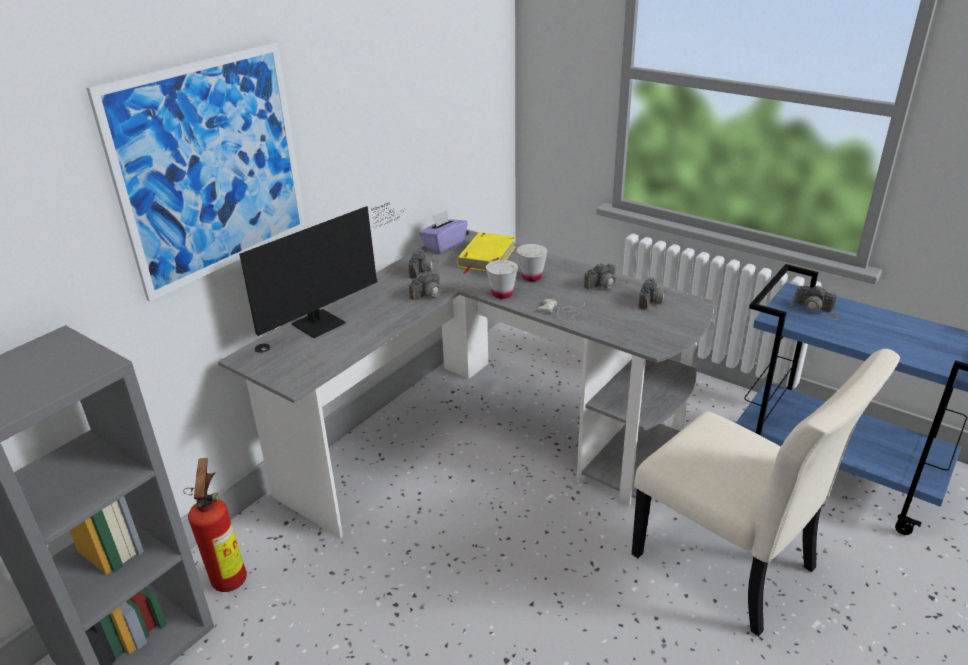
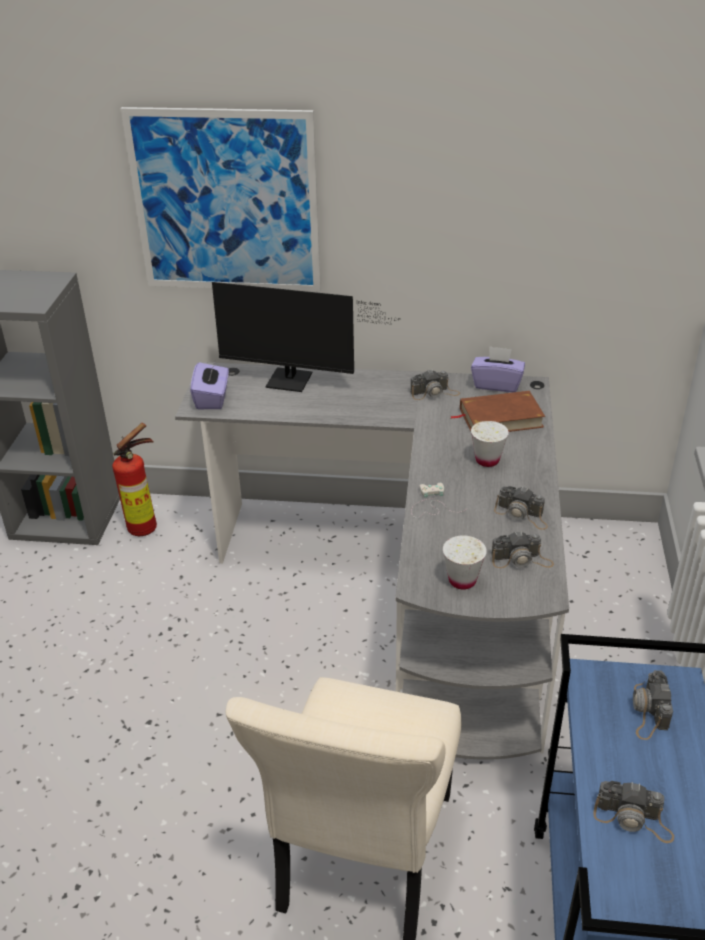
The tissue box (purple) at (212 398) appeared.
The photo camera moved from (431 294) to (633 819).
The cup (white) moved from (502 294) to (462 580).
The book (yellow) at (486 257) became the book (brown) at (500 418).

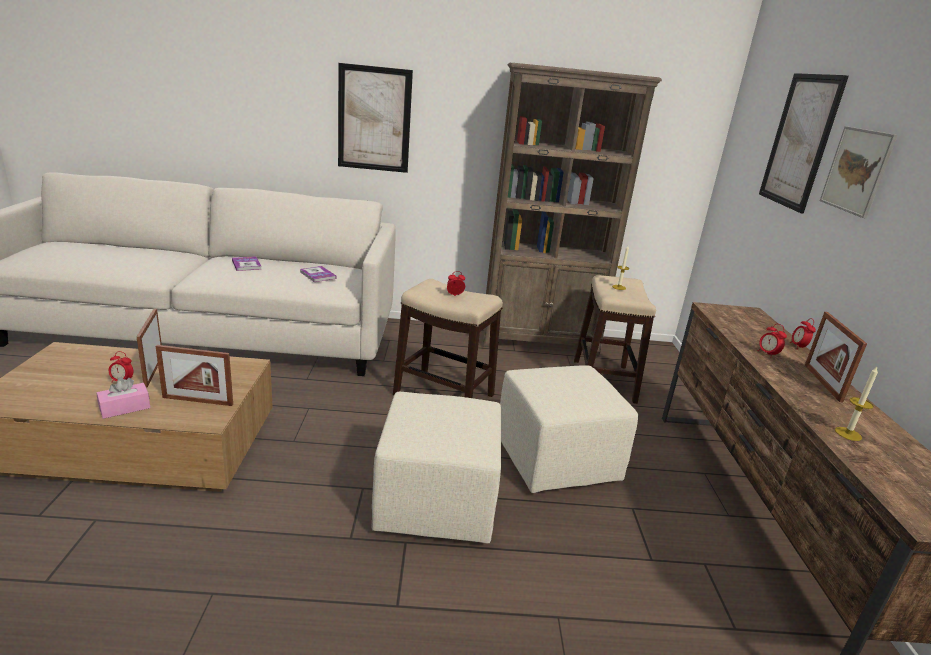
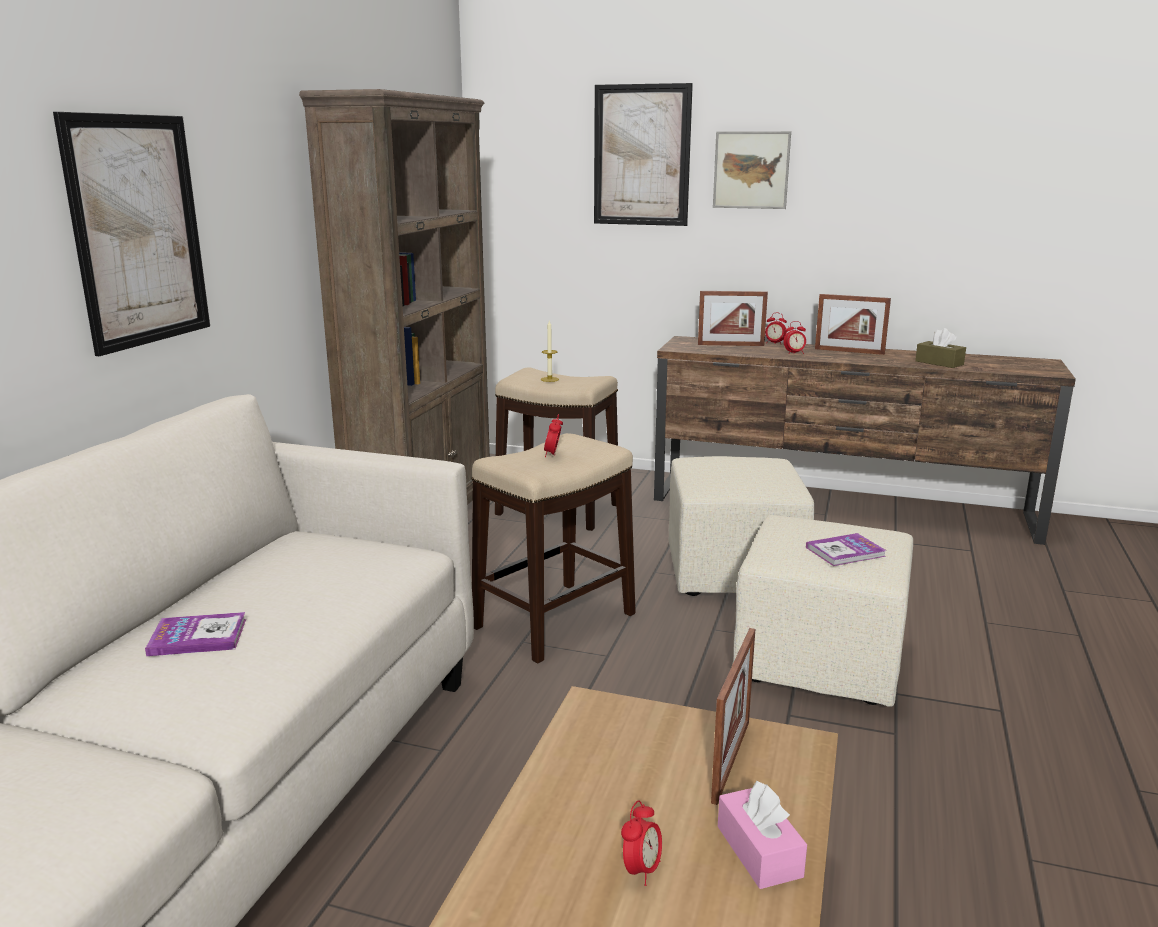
The picture frame moved from (154 370) to (730 345).
The book moved from (318 275) to (845 552).
The candle at (848 434) was replaced by the tissue box (brown) at (939 363).

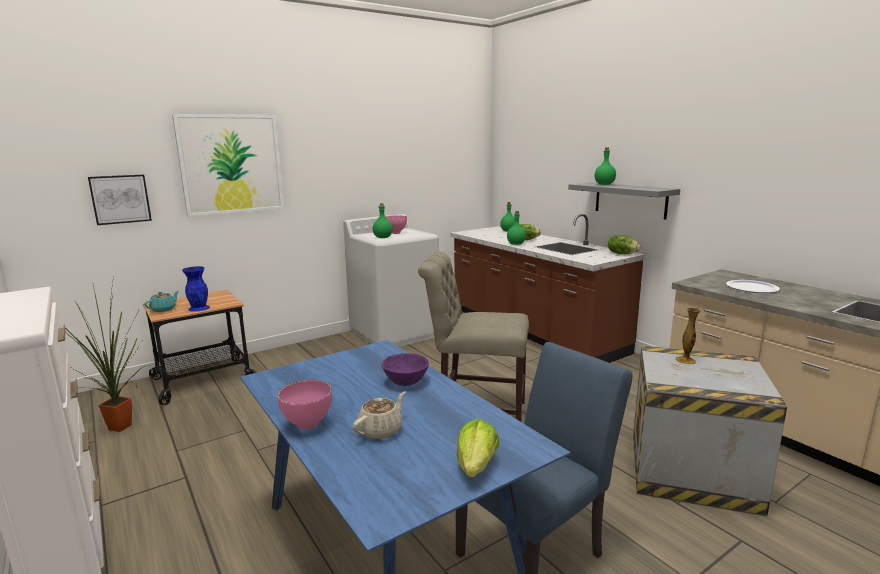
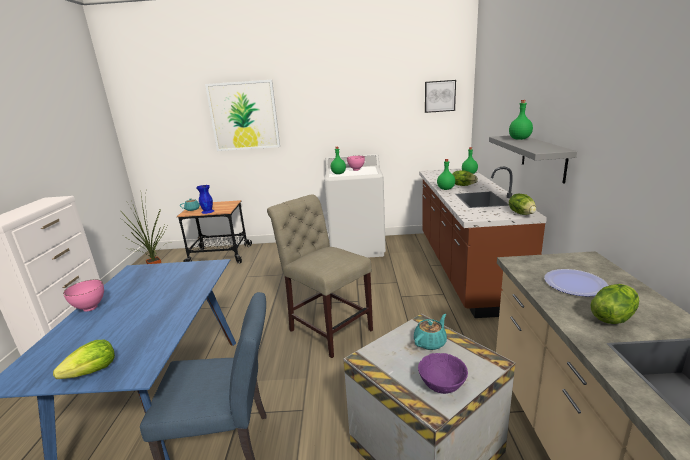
The teapot (beige) at (381 430) disappeared.
The lettuce at (612 317) appeared.
The picture moved from (120 199) to (439 96).
The bowl (purple) moved from (406 382) to (442 385).
The vase at (685 360) was replaced by the teapot (turquoise) at (430 342).

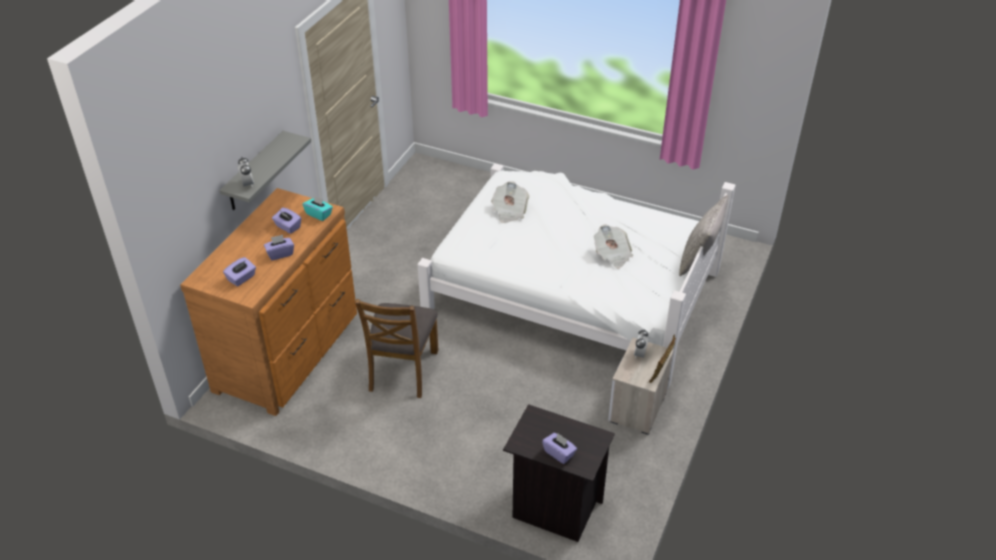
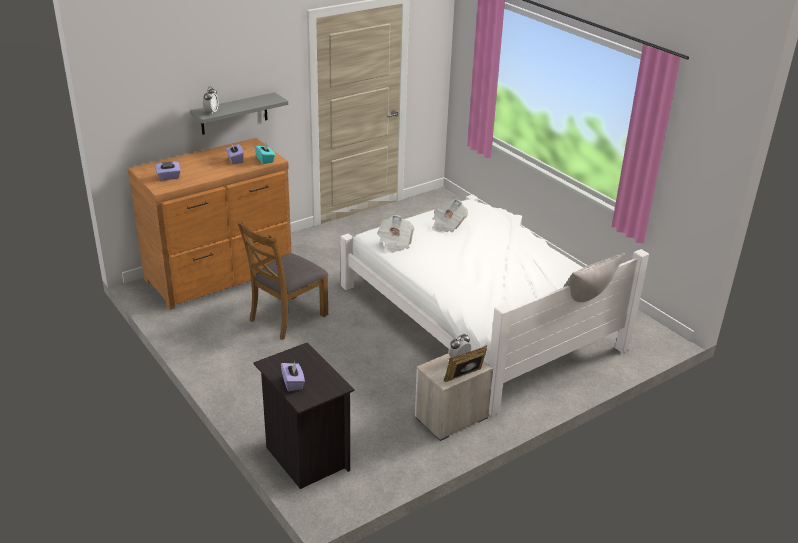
The tissue box (purple) at (280 254) disappeared.
The newspaper moved from (612 255) to (395 243).

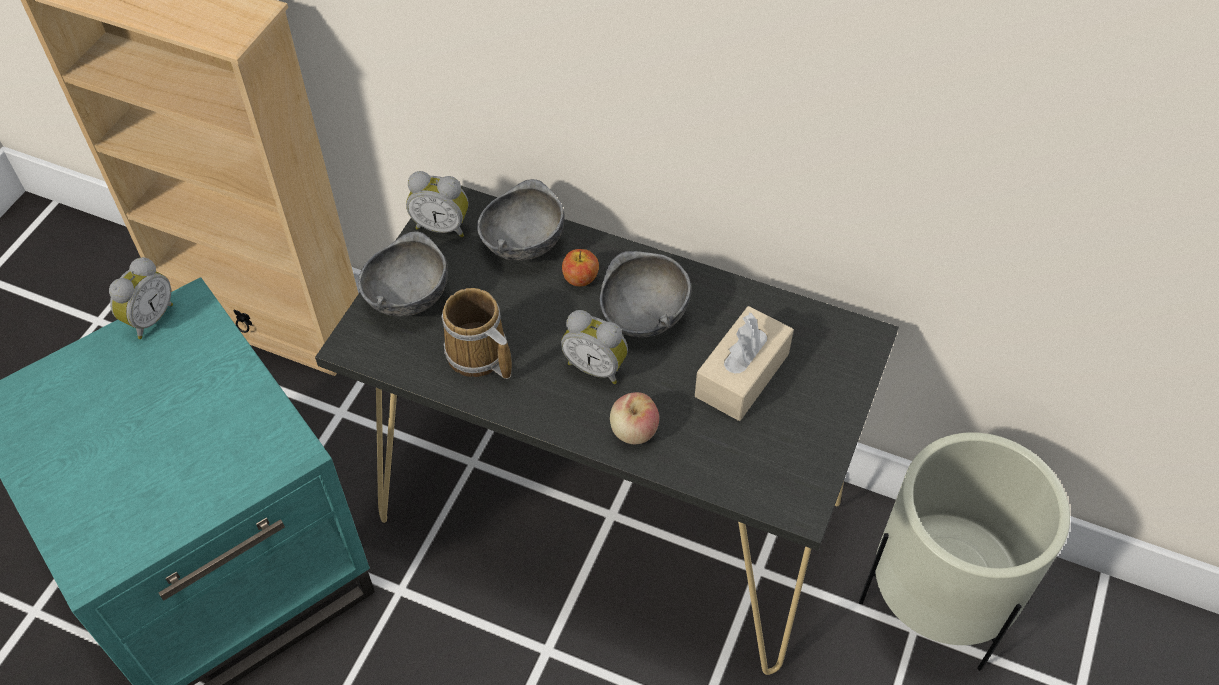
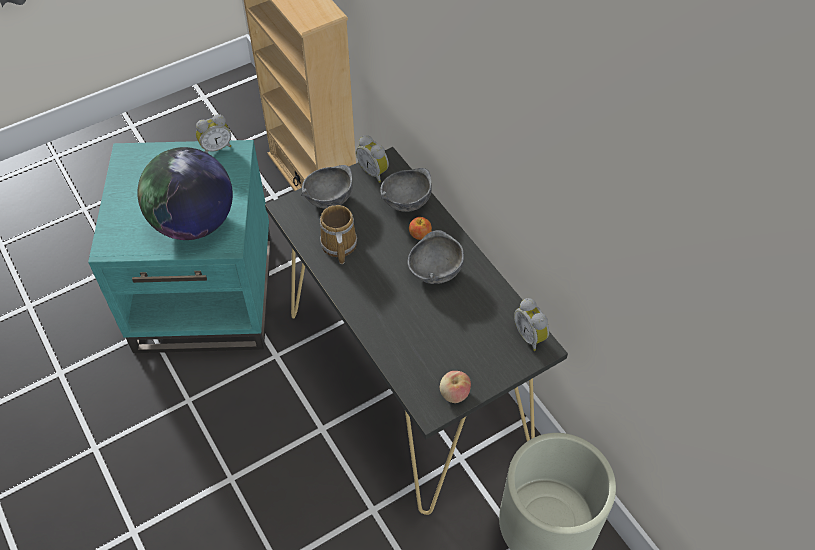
The tissue box (beige) at (742 375) disappeared.
The globe at (194 223) appeared.
The alarm clock moved from (596 366) to (531 336).
The apple moved from (634 431) to (454 393).

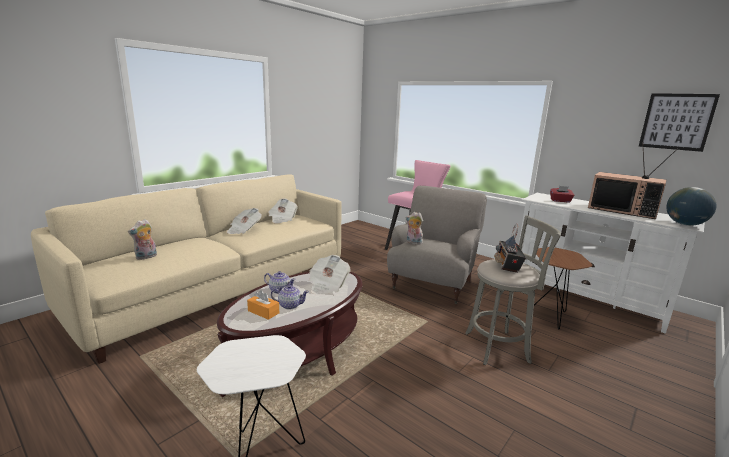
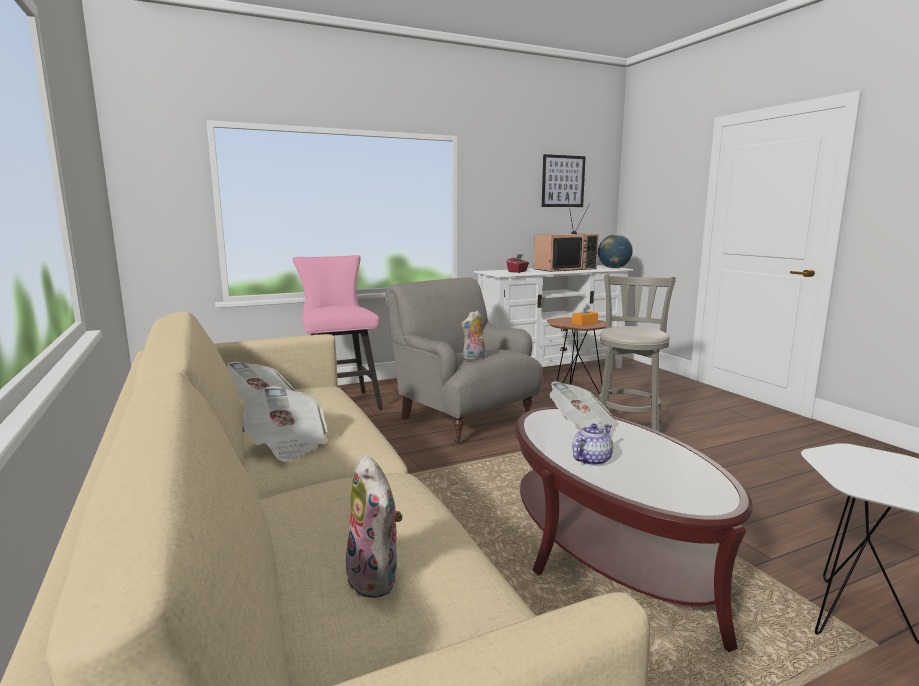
The teapot at (289 305) disappeared.
The radio at (507 266) disappeared.
The tissue box (orange) moved from (263 312) to (584 323).

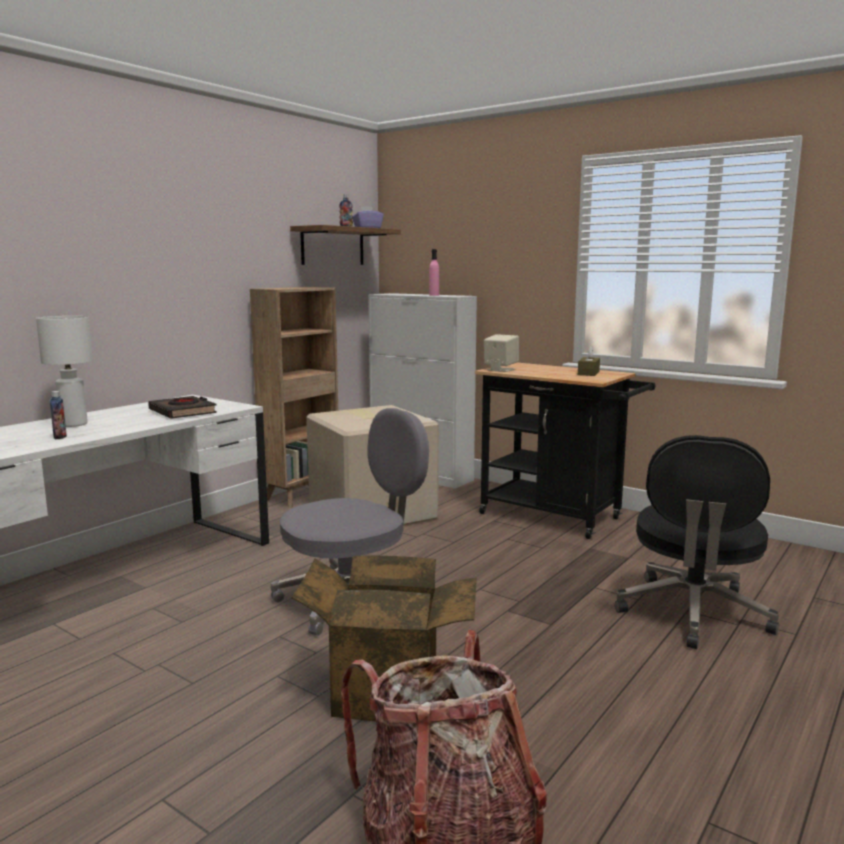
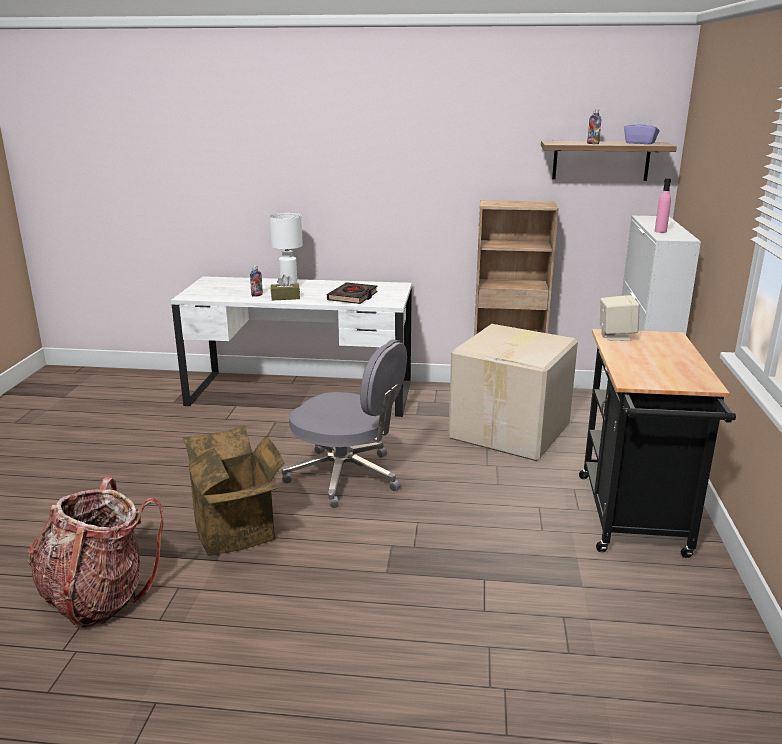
The office chair (black) at (693 613) disappeared.
The tissue box (brown) moved from (588 373) to (285 297).

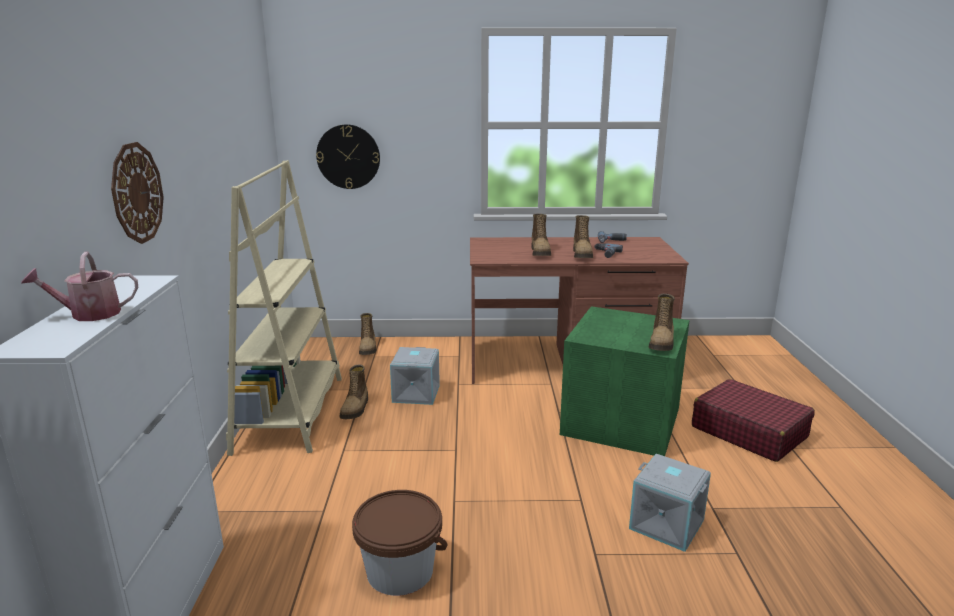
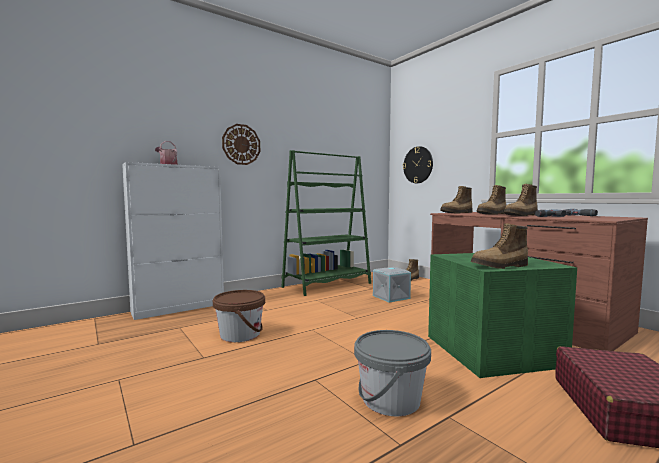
The boot moved from (355 409) to (457 213).
The storage box (grey) at (667 523) was replaced by the bucket (grey) at (390 399).
The bookcase (beige) at (291 413) became the bookcase (green) at (327 285).

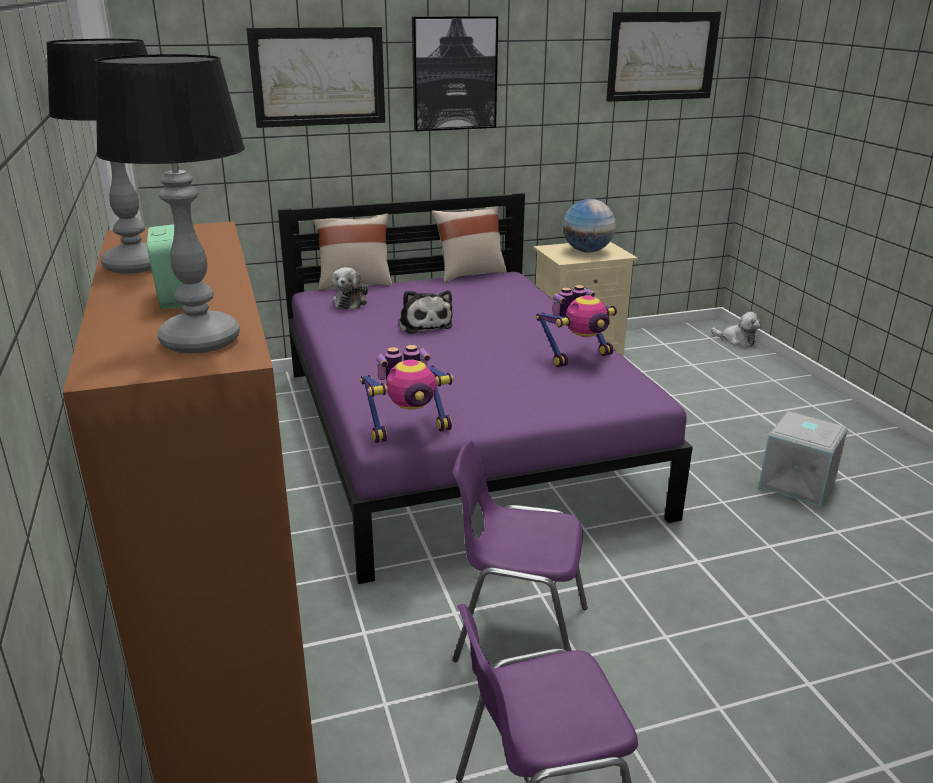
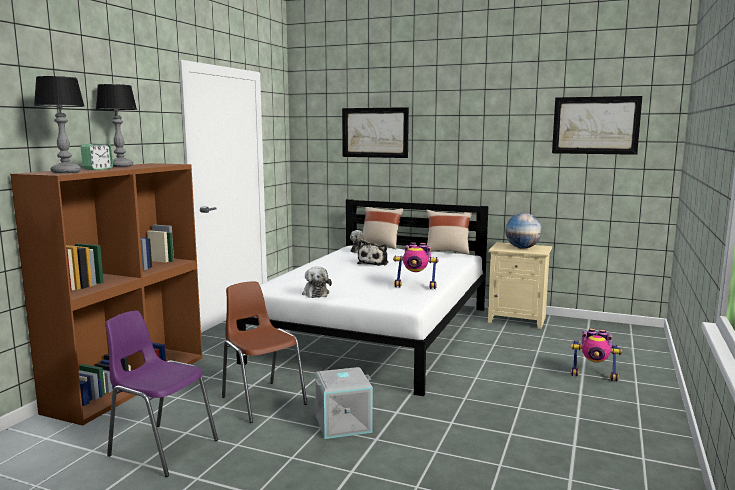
The picture at (454 73) disappeared.
The toy robot moved from (409 430) to (594 375).
The plush toy moved from (736 340) to (315 293).
The storage box (grey) moved from (796 482) to (343 423).
The bed (purple) at (458 436) became the bed (white) at (377 333).
The chair (purple) at (518 633) became the chair (brown) at (262 400).

